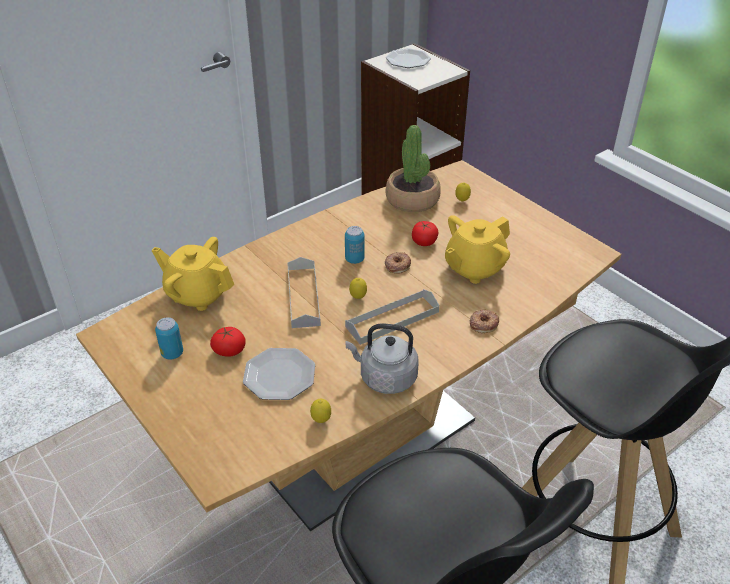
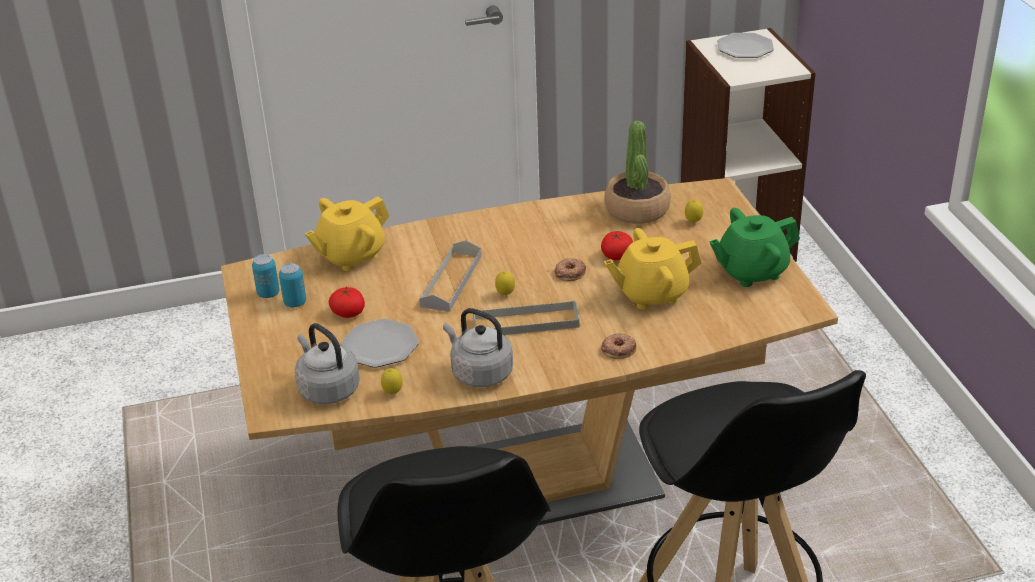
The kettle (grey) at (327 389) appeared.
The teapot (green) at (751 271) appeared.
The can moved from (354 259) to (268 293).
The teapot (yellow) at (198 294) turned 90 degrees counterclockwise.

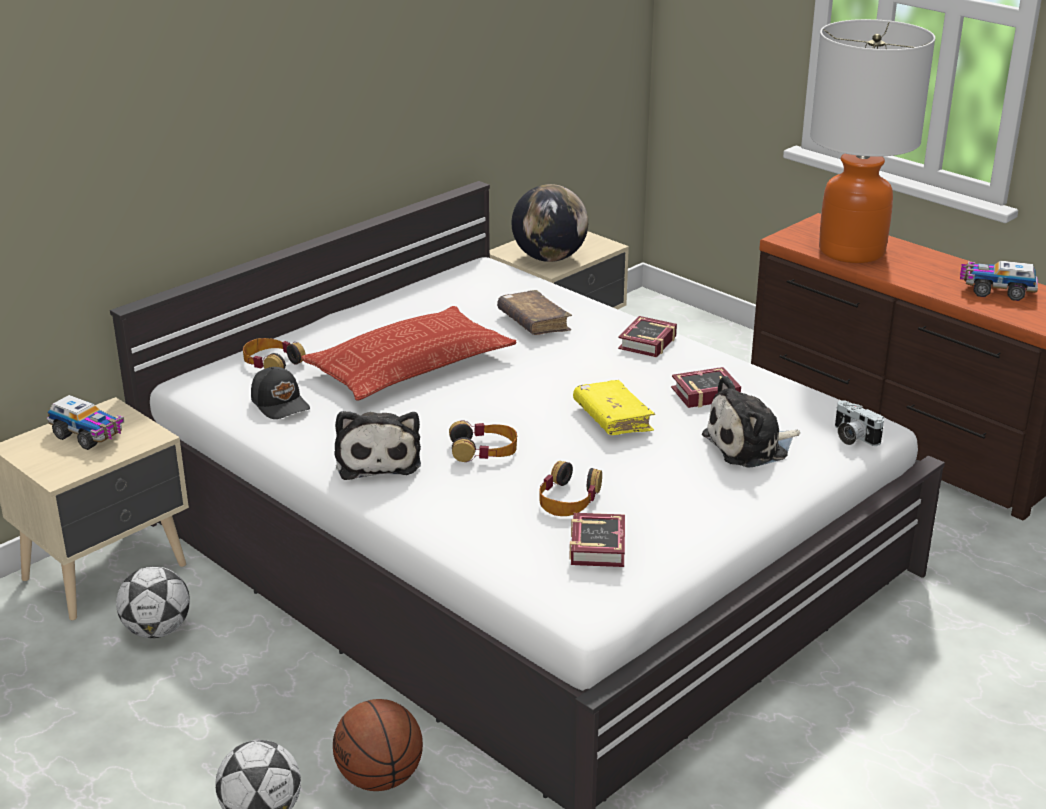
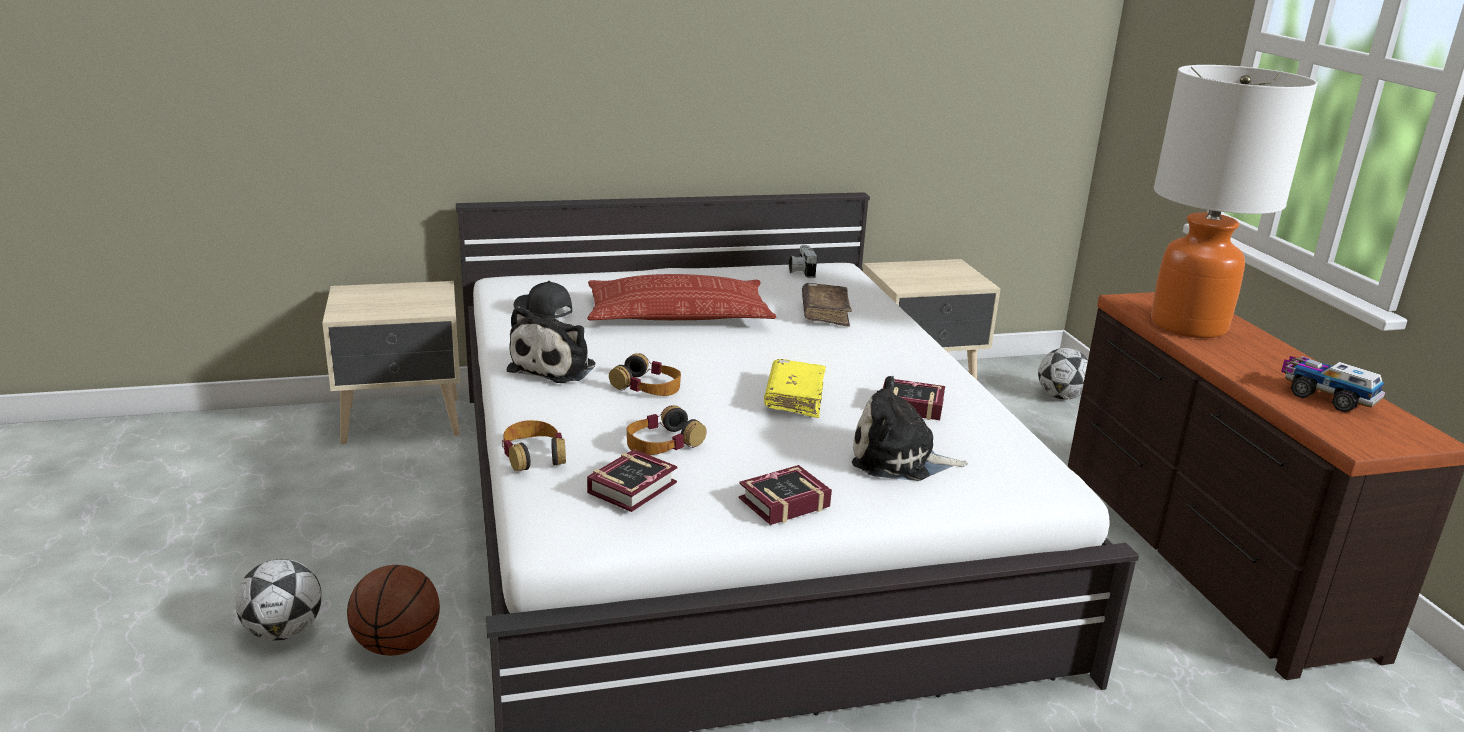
The toy truck at (89 435) disappeared.
The globe at (549 258) disappeared.
The football moved from (157 630) to (1060 396).
The headphones moved from (272 362) to (533 454).
The book moved from (645 343) to (780 502).
The photo camera moved from (852 437) to (801 271).
The cap (black) at (281 403) turned 135 degrees clockwise.

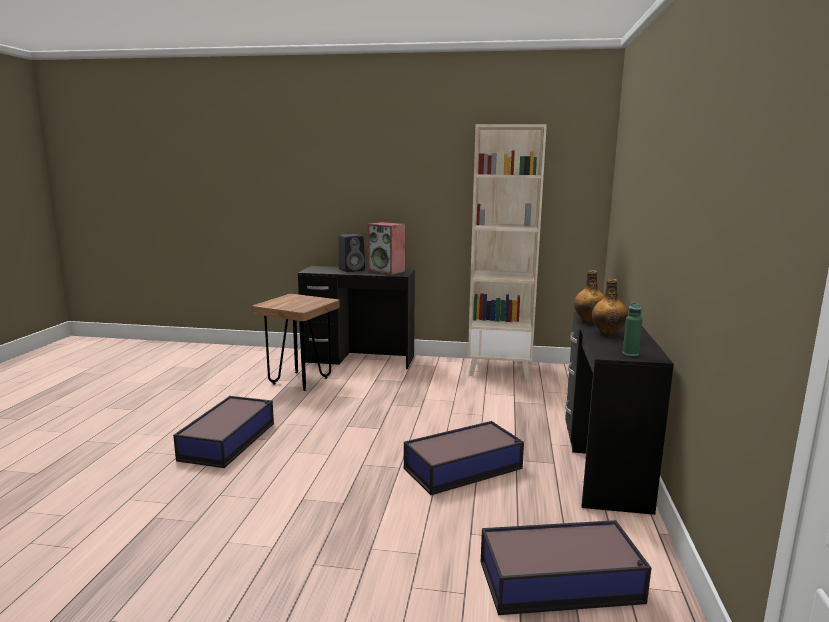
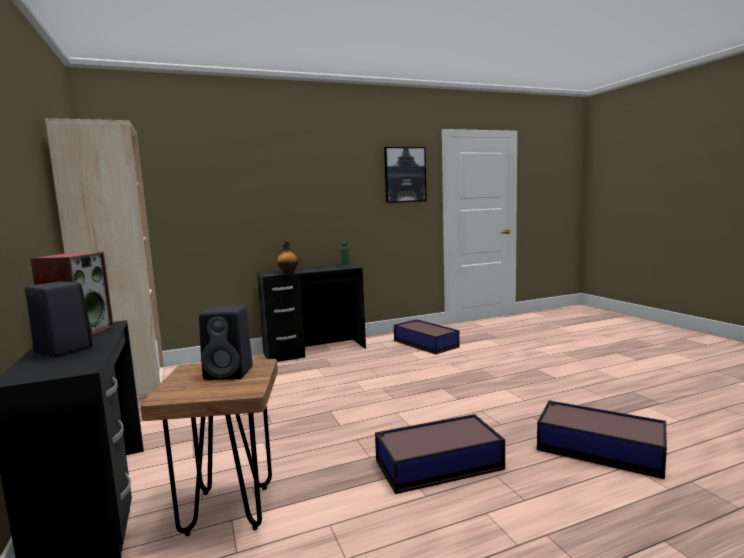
The bottle at (608 334) disappeared.
The speaker (black) at (230 373) appeared.
The picture at (404 175) appeared.
The storage box moved from (464 468) to (598 449).

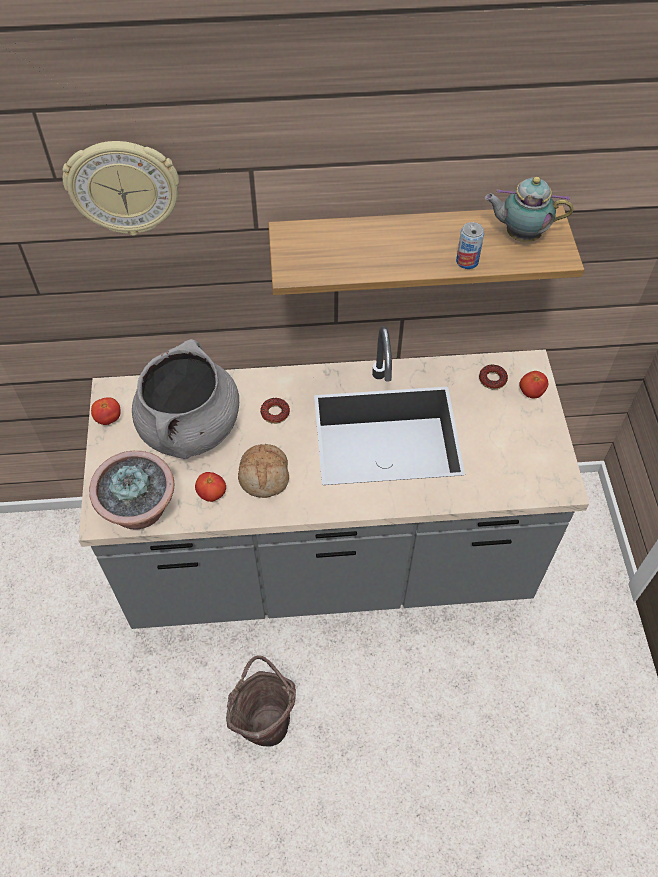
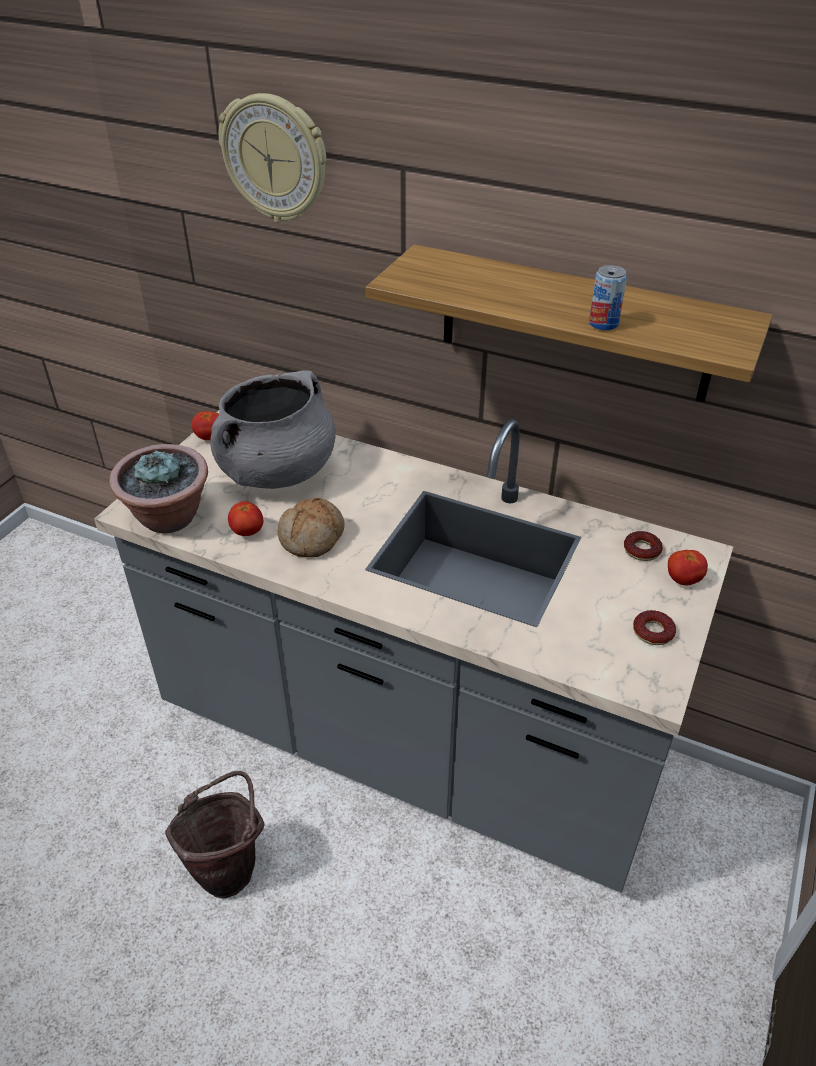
The teapot at (520 235) disappeared.
The donut moved from (275 413) to (653 632).

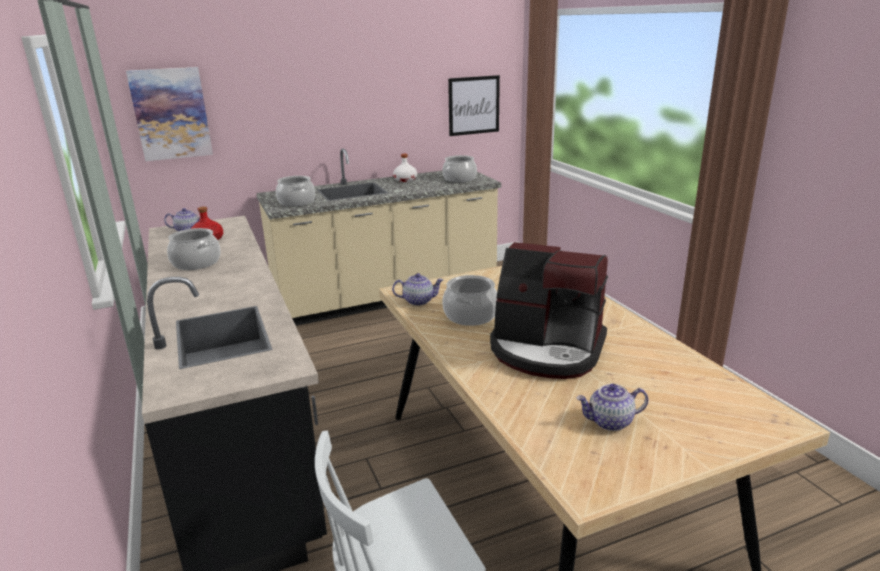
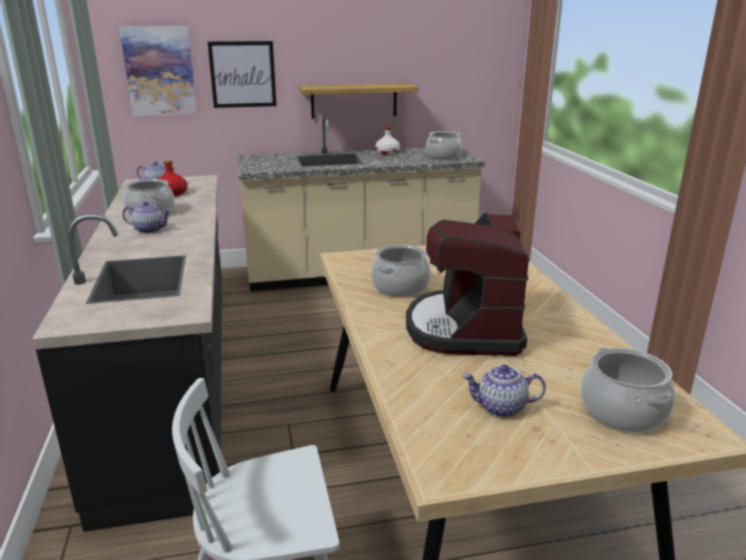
The shelf at (354 100) appeared.
The cooking pot moved from (296 202) to (622 411).
The teapot moved from (419 301) to (150 230).
The picture moved from (474 105) to (243 74).
The coffee machine at (547 350) turned 60 degrees clockwise.

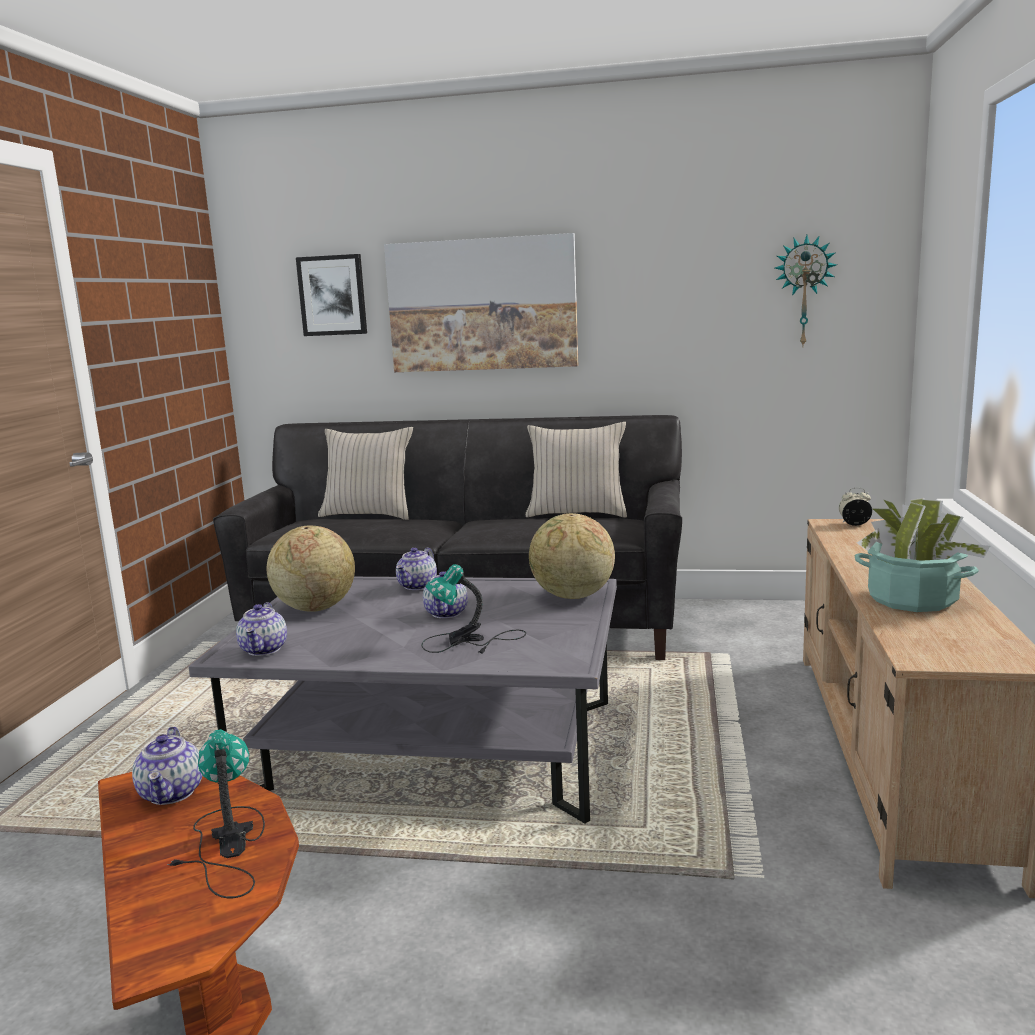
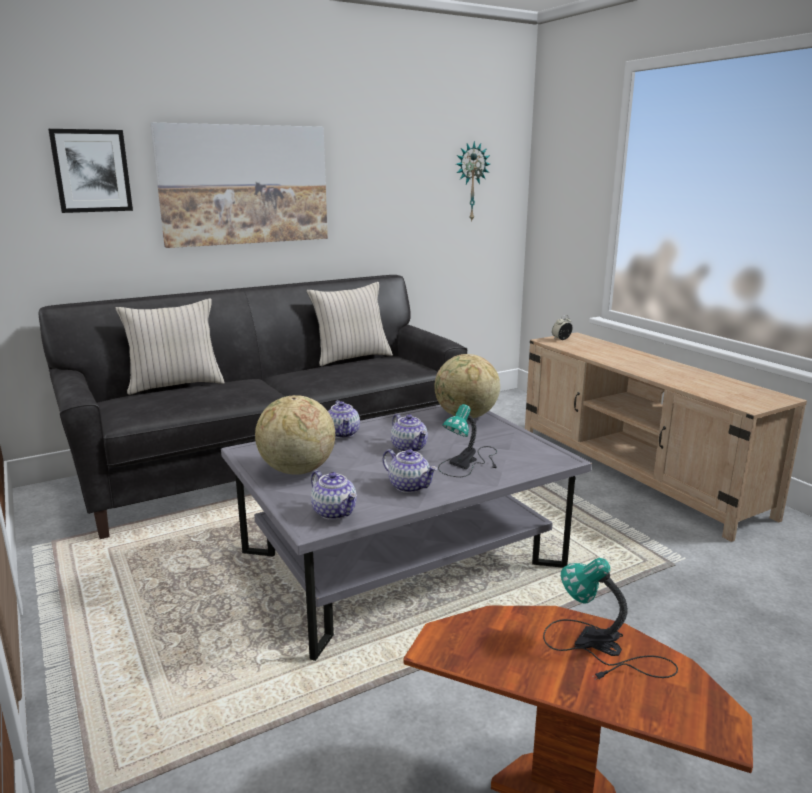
The potted plant at (912 599) disappeared.
The teapot moved from (172 793) to (410 486).

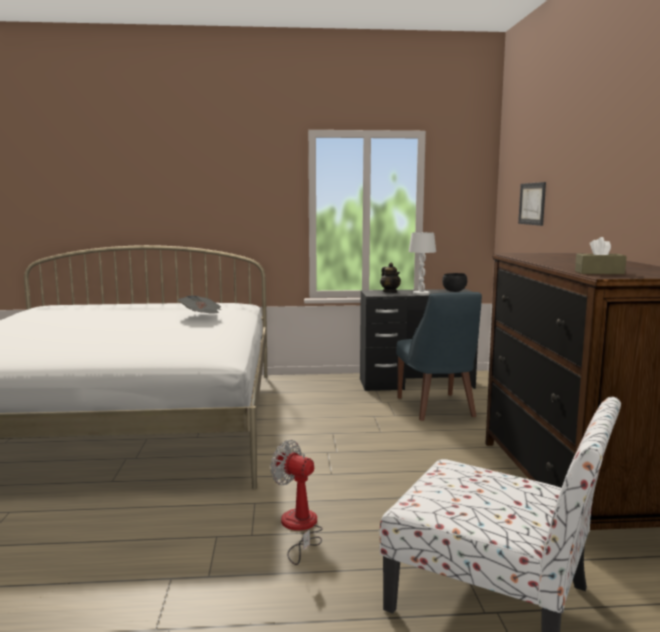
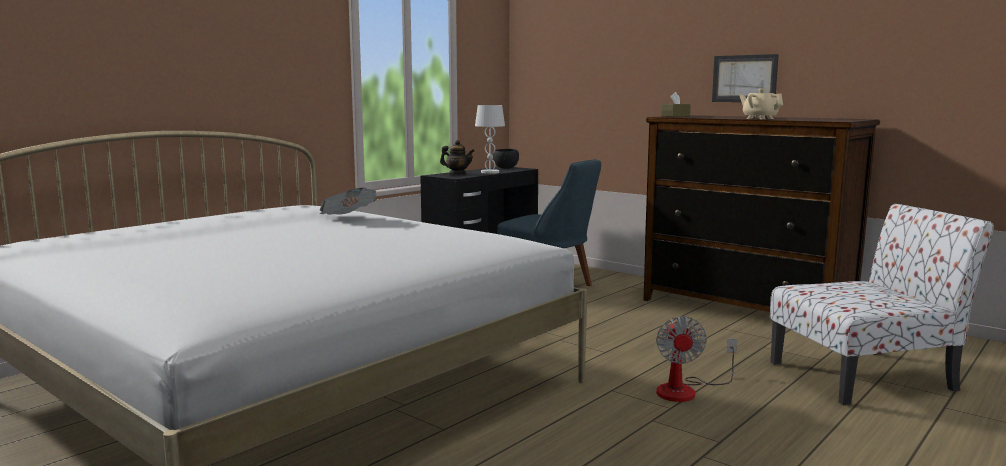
The teapot (beige) at (759 118) appeared.
The picture moved from (532 203) to (744 78).
The tissue box (brown) moved from (599 272) to (675 116).
The fan at (299 528) turned 75 degrees counterclockwise.

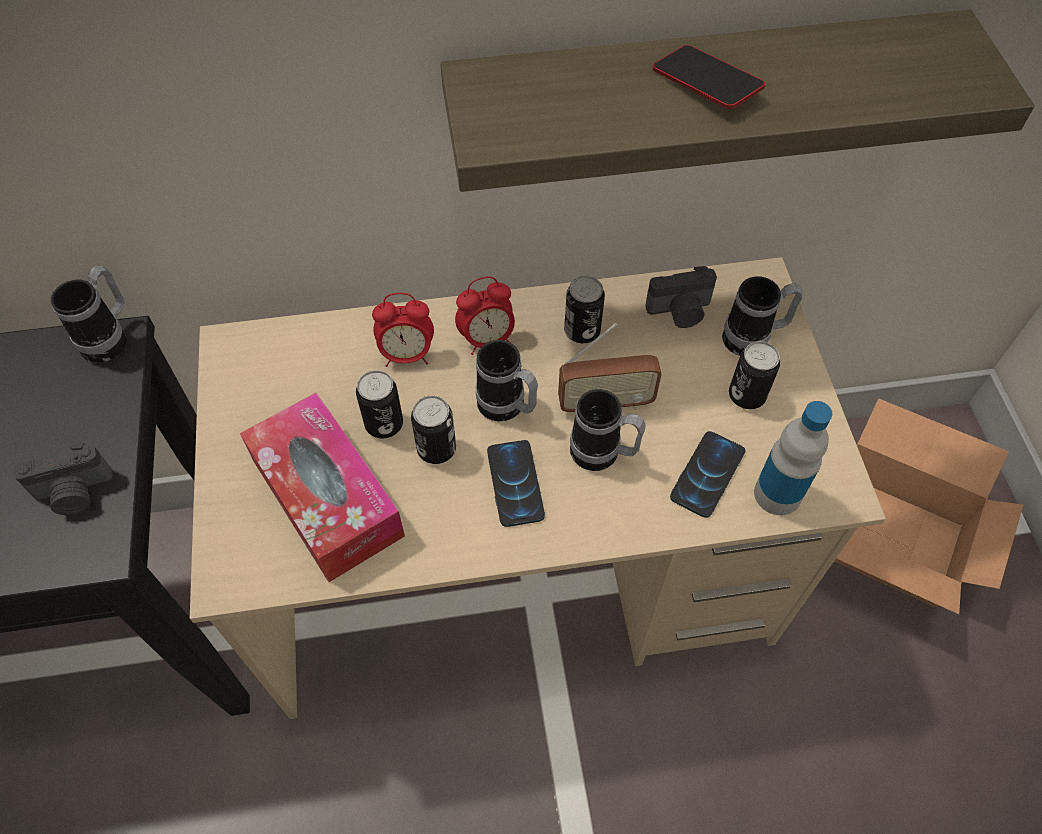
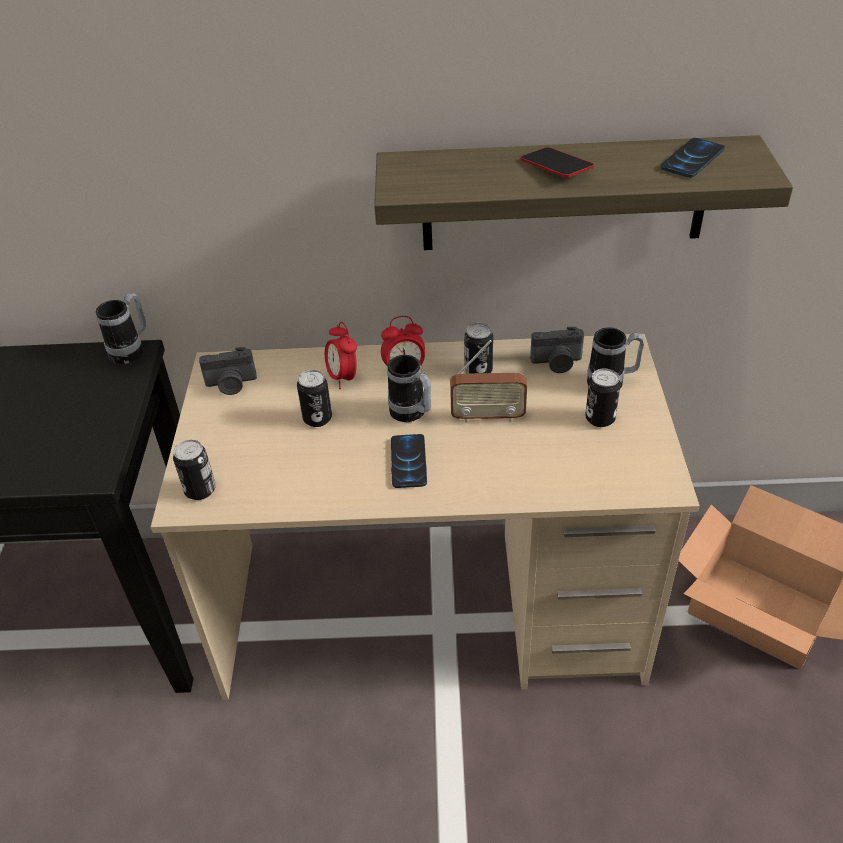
The tissue box at (327 497) disappeared.
The mug at (603 455) disappeared.
The bottle at (777 494) disappeared.
The photo camera moved from (75 493) to (231 384).
The can moved from (436 449) to (200 490).
The phone moved from (707 475) to (692 159).
The alarm clock at (407 355) turned 60 degrees clockwise.

